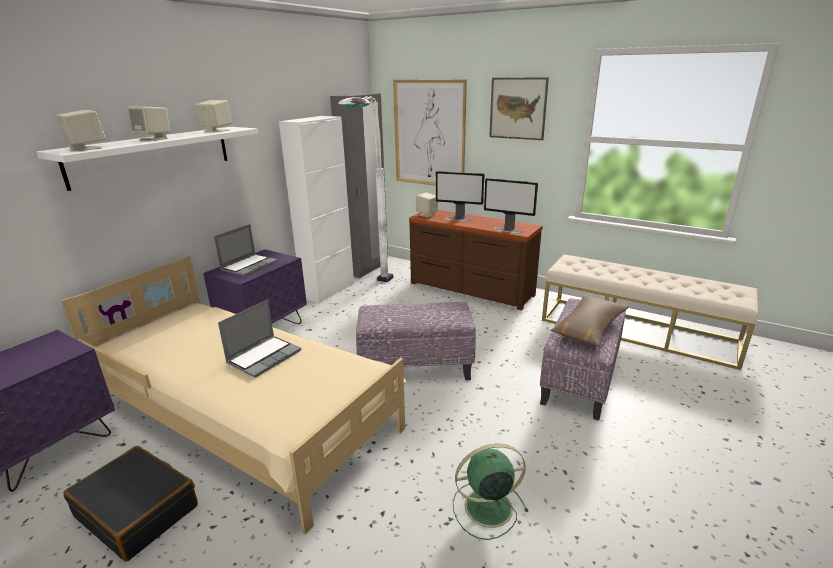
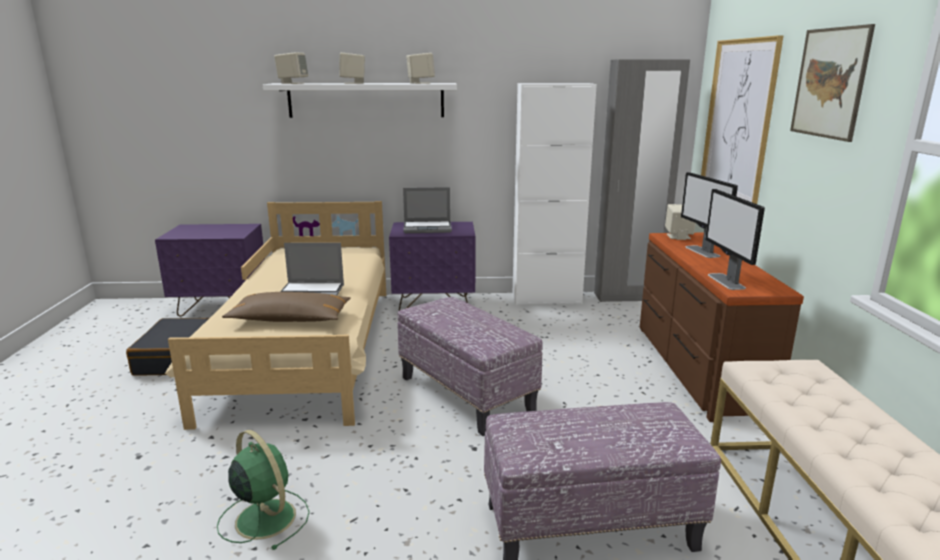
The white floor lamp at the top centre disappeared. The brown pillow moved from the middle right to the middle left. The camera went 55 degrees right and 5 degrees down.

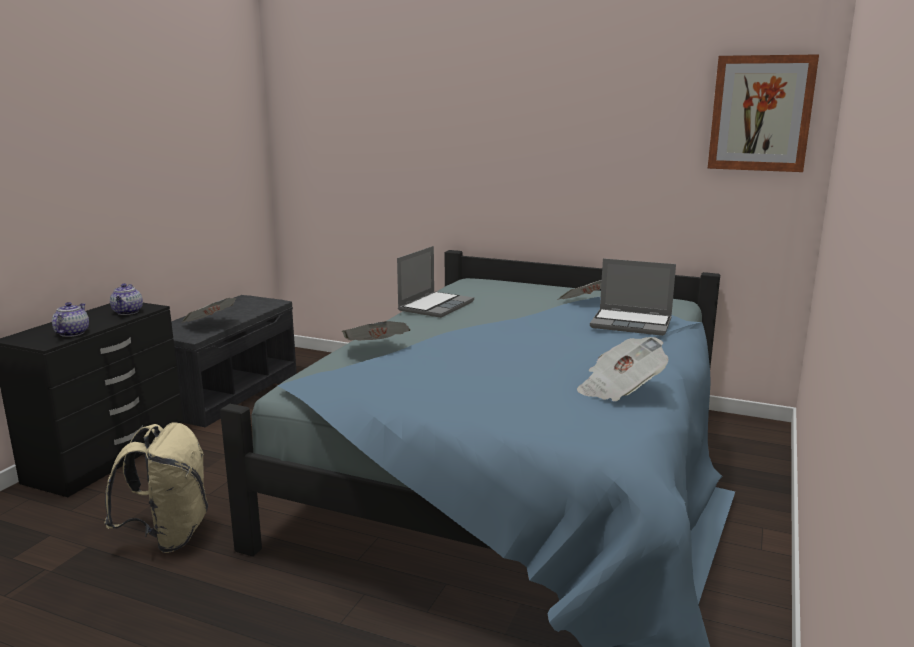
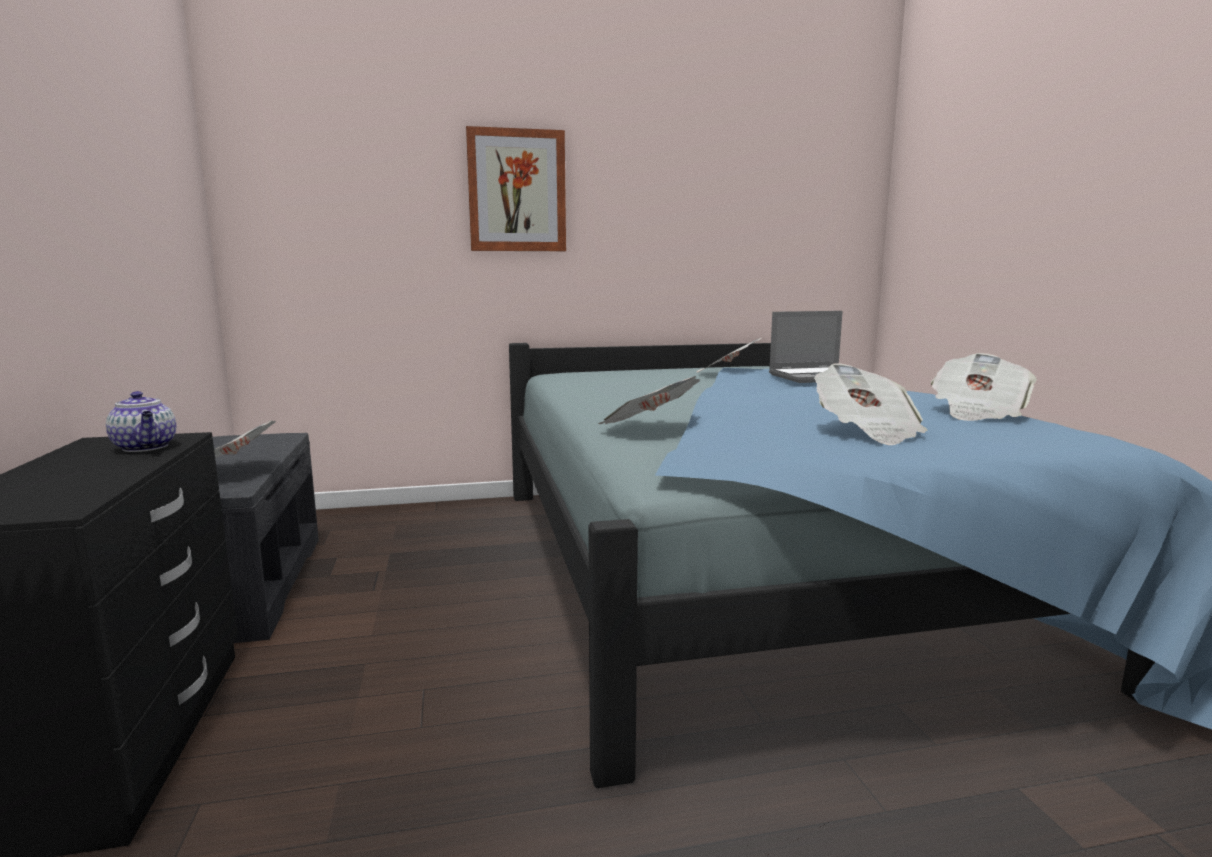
The teapot (1st from left) at the middle left disappeared. The beige backpack at the bottom left disappeared. The laptop (1st from left) at the centre disappeared. The newspaper (4th from left) at the middle right appeared. The picture moved from the top right to the top centre. The camera went 35 degrees left and 5 degrees down.

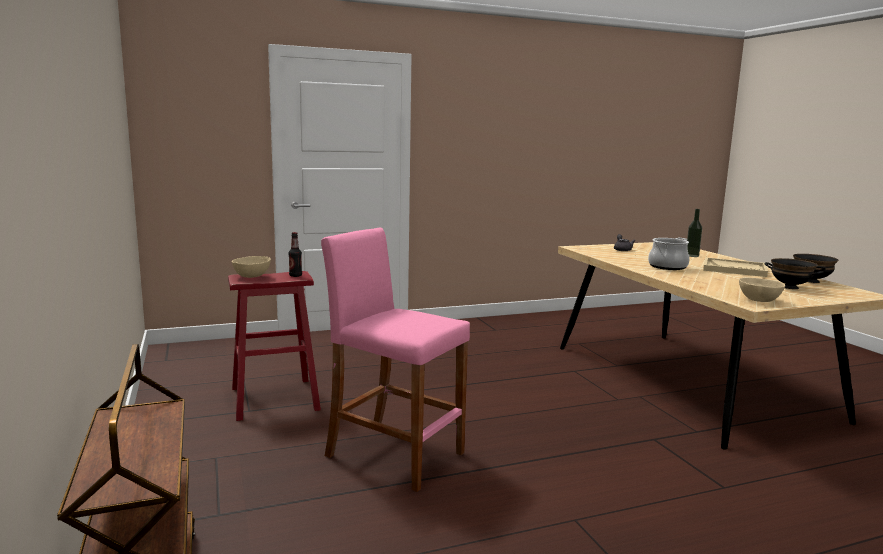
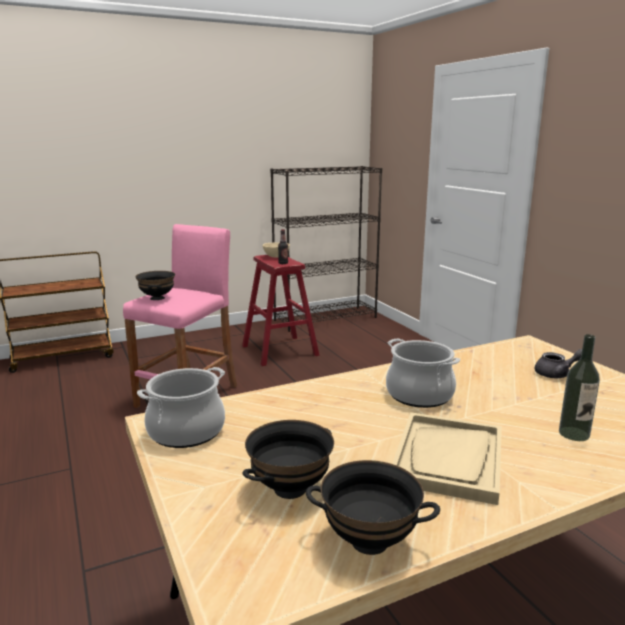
The black bowl (1st from left) at the middle left appeared. The black bookcase at the centre appeared. The beige bowl (2nd from left) at the middle right was replaced by the cooking pot (1st from left) at the middle left. The camera went 85 degrees right and 5 degrees up.

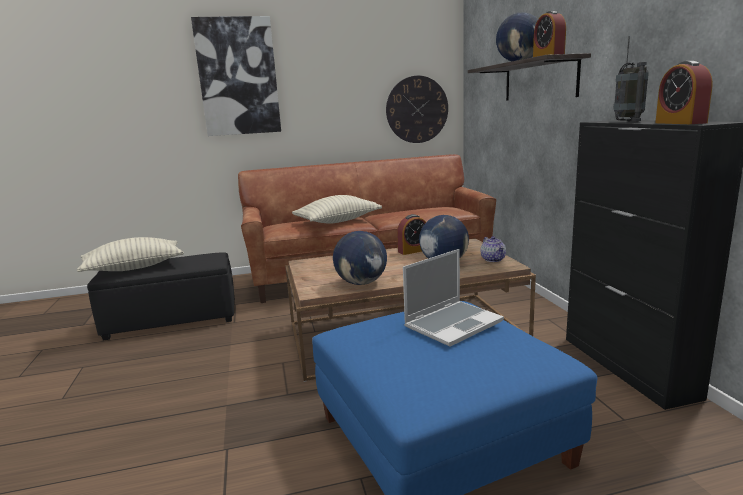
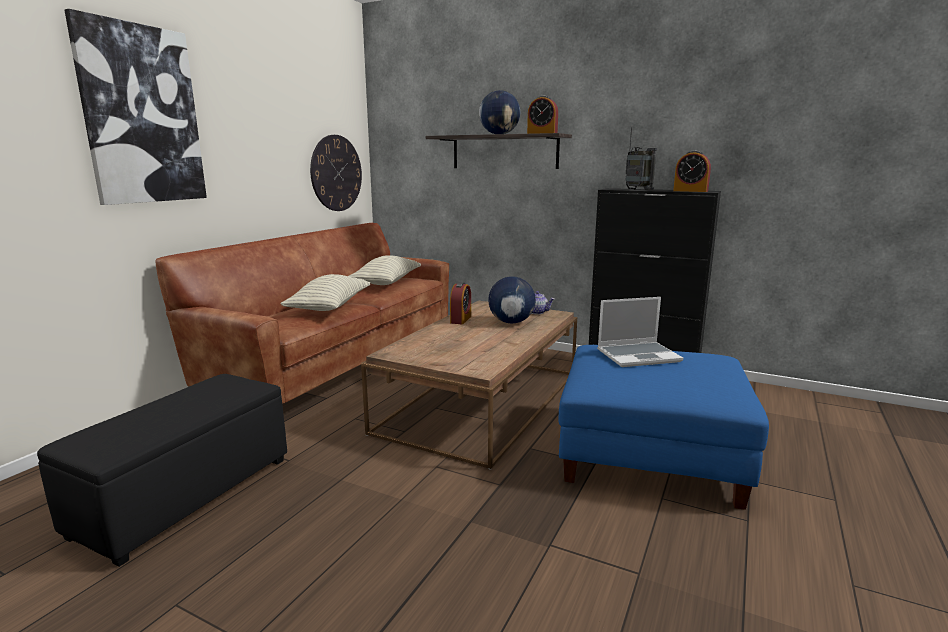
The globe (1st from left) at the centre disappeared. The pillow (1st from left in the first image) moved from the middle left to the centre. The laptop at the centre turned 75 degrees clockwise. The camera went 50 degrees left and 0 degrees up.

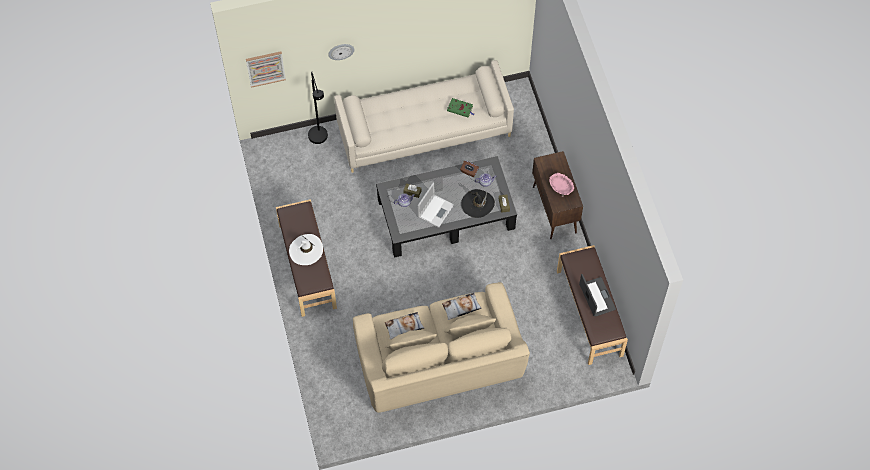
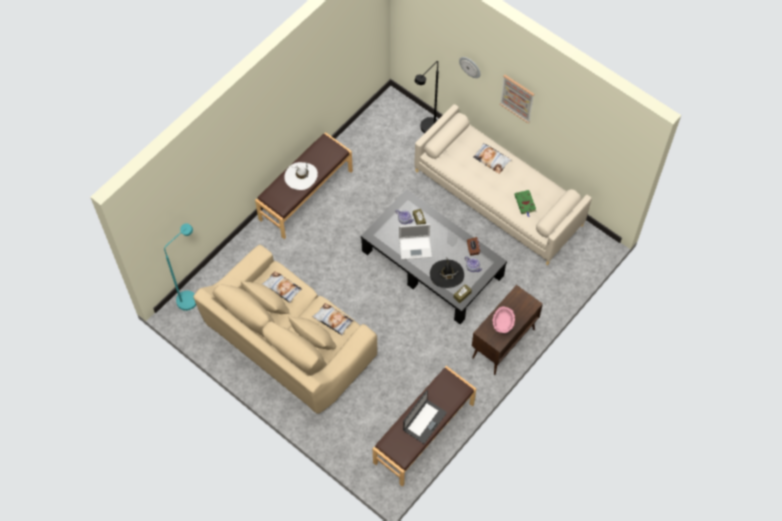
The turquoise floor lamp at the middle left appeared. The pillow (3rd from left) at the top centre appeared. The picture moved from the top left to the top centre. The camera went 55 degrees right and 0 degrees up.

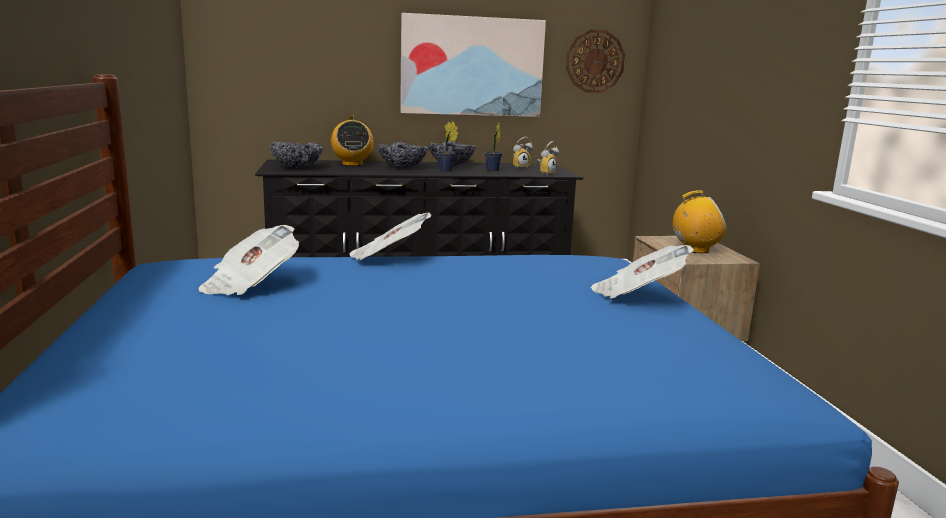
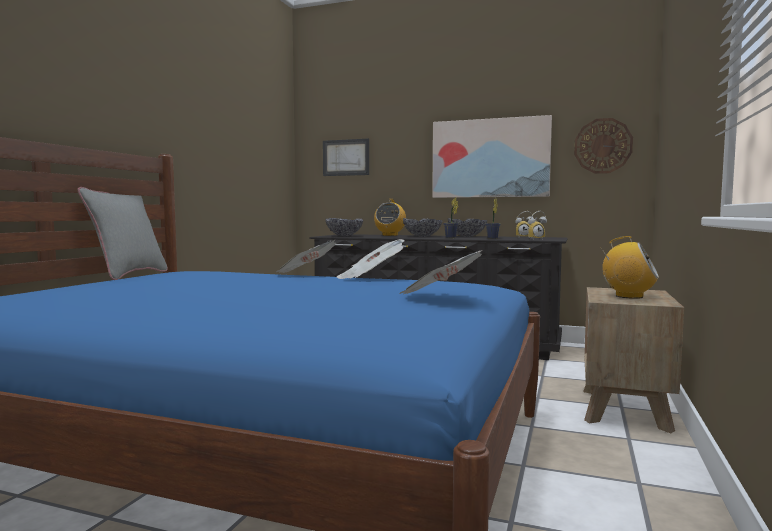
The grey pillow at the middle left appeared. The picture (1st from left) at the top centre appeared. The newspaper (1st from left in the first image) moved from the middle left to the centre. The camera went 30 degrees right and 10 degrees down.

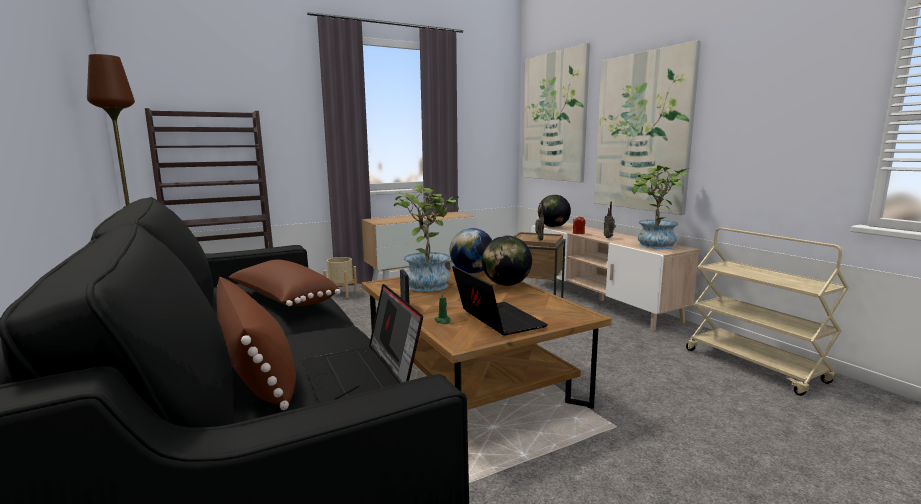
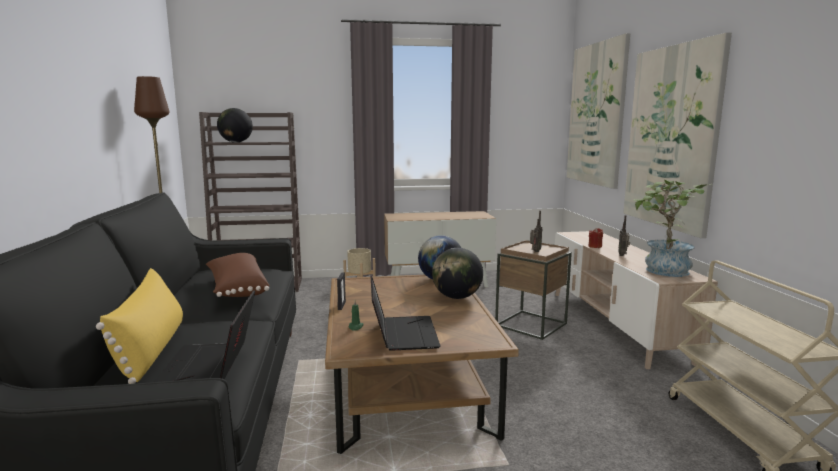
The potted plant (1st from left) at the centre disappeared. The globe (3rd from left in the first image) moved from the centre to the top left. The brown pillow (1st from left) at the bottom left became the yellow pillow at the bottom left. The camera went 20 degrees right and 0 degrees up.

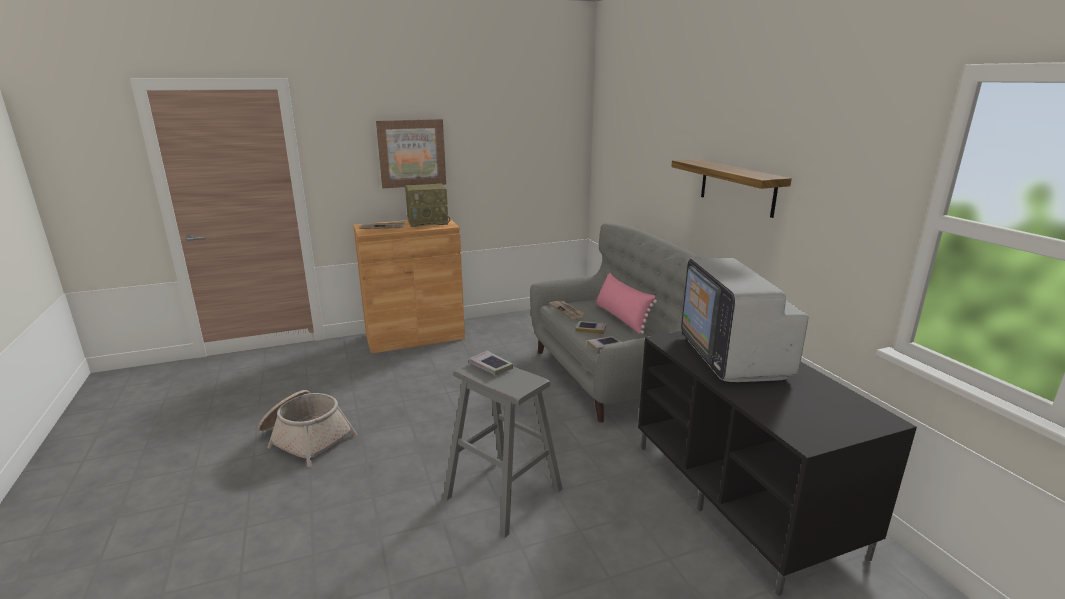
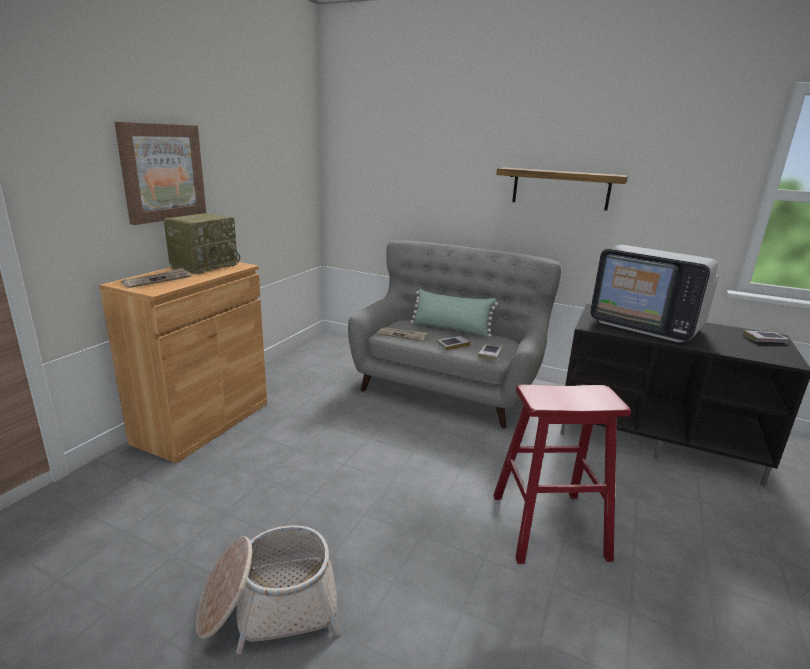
The book (1st from left in the first image) moved from the centre to the middle right. The grey stool at the bottom centre became the red stool at the bottom right. The pink pillow at the centre became the green pillow at the centre. The camera went 45 degrees left and 0 degrees up.

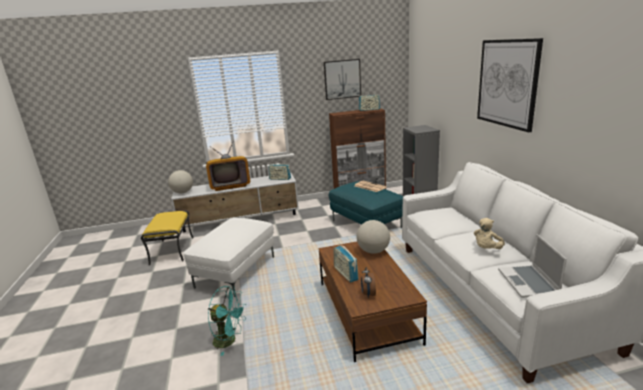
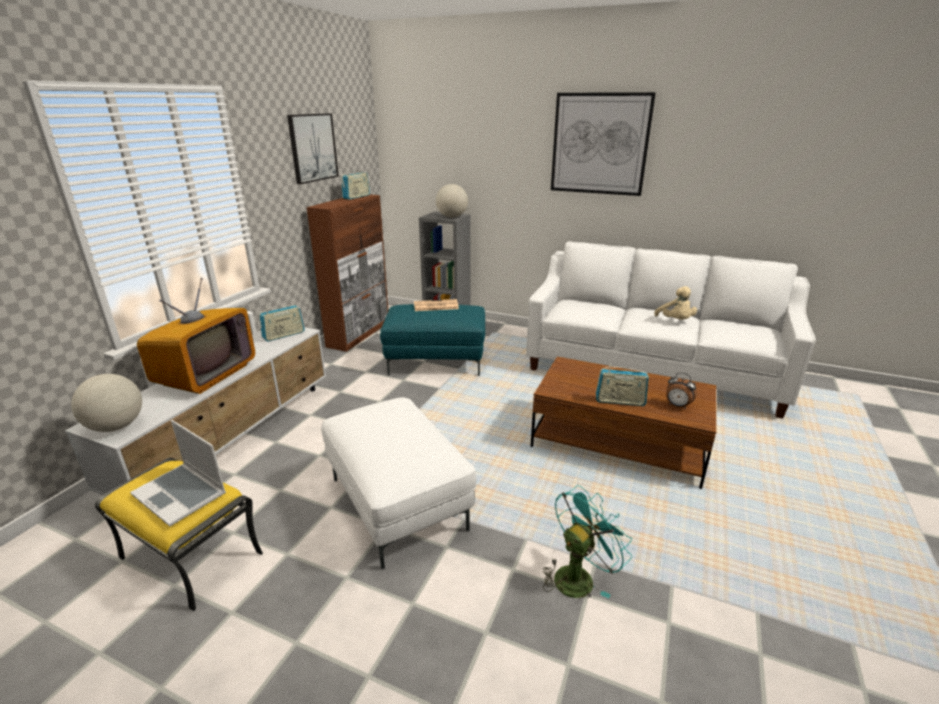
The globe (2nd from left) moved from the centre to the top centre. The laptop moved from the bottom right to the bottom left. The camera went 55 degrees left and 5 degrees up.

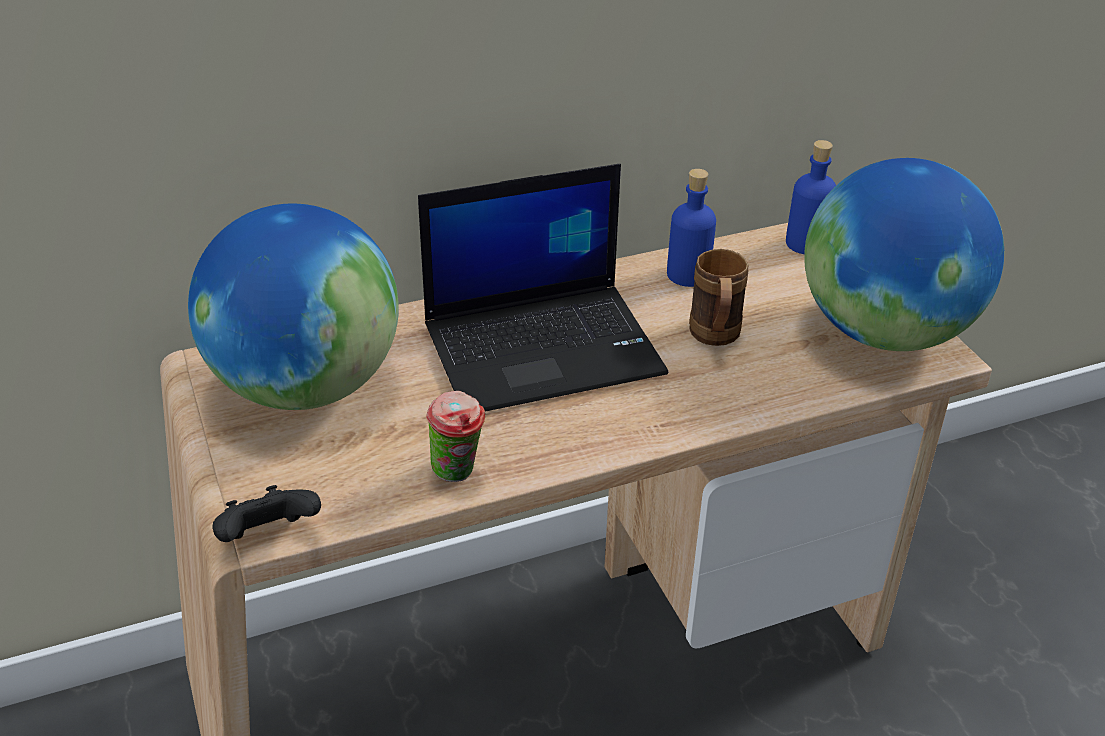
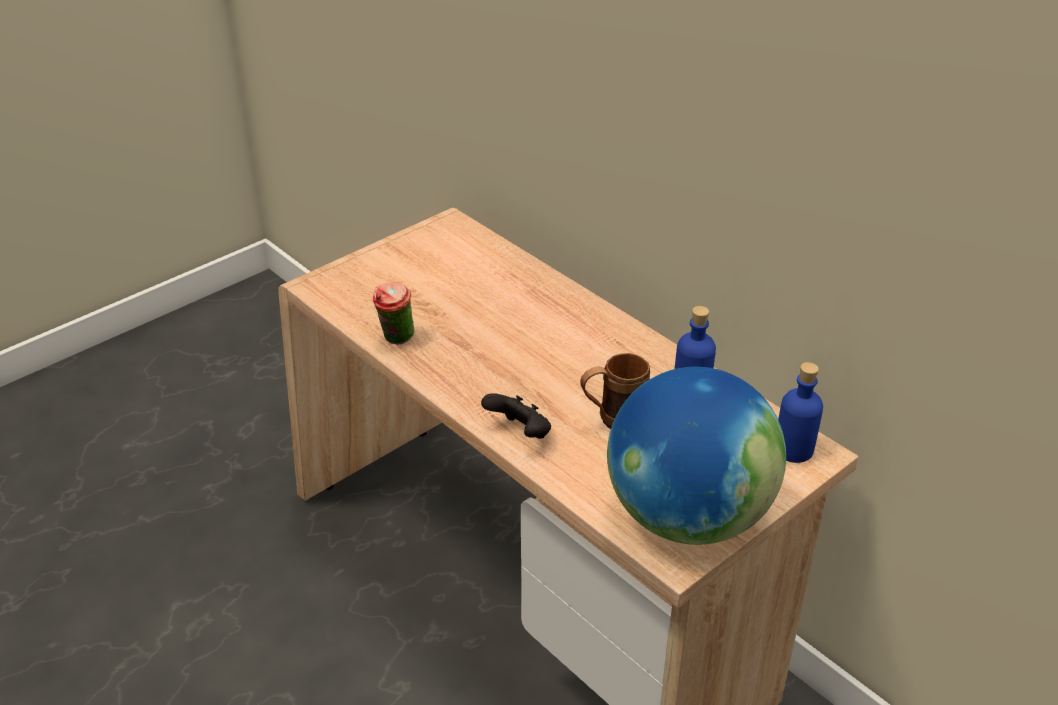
The globe (1st from left) at the middle left disappeared. The laptop at the centre disappeared. The black game controller moved from the bottom left to the centre. The camera went 70 degrees right and 0 degrees up.

